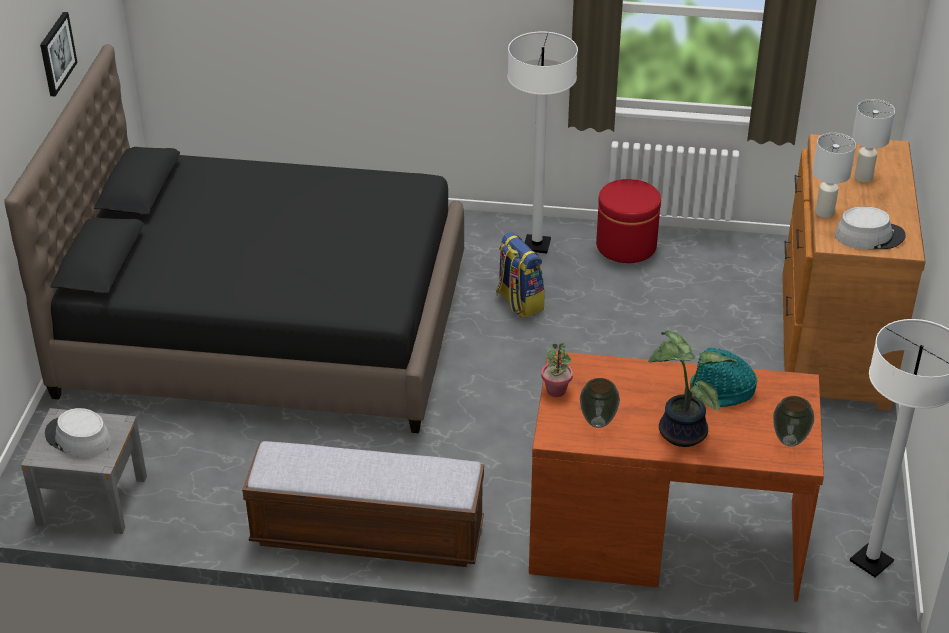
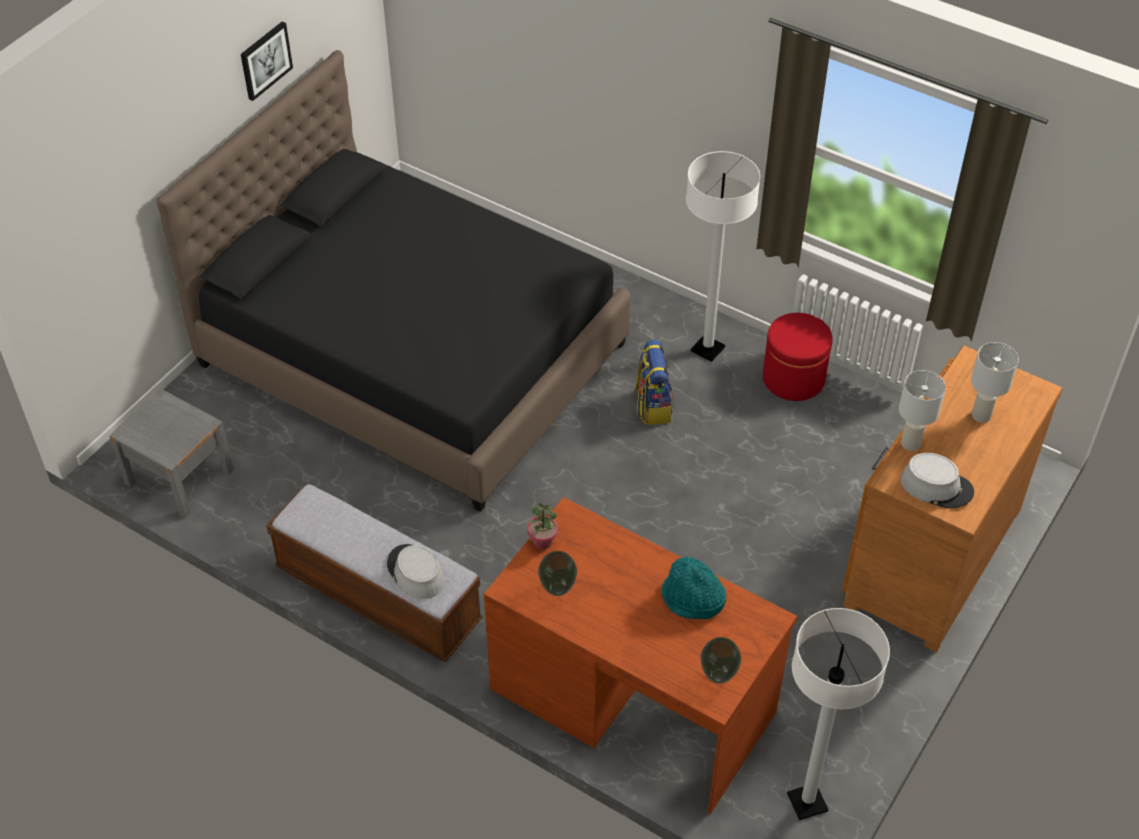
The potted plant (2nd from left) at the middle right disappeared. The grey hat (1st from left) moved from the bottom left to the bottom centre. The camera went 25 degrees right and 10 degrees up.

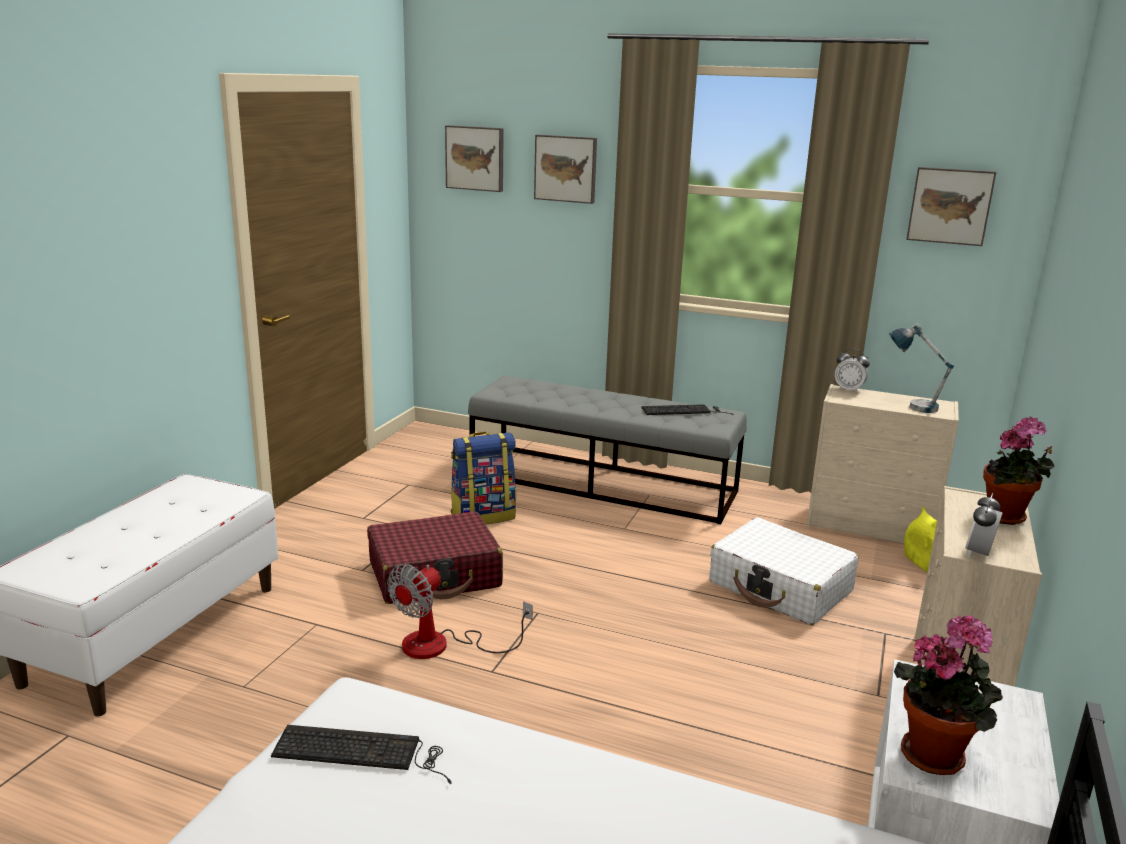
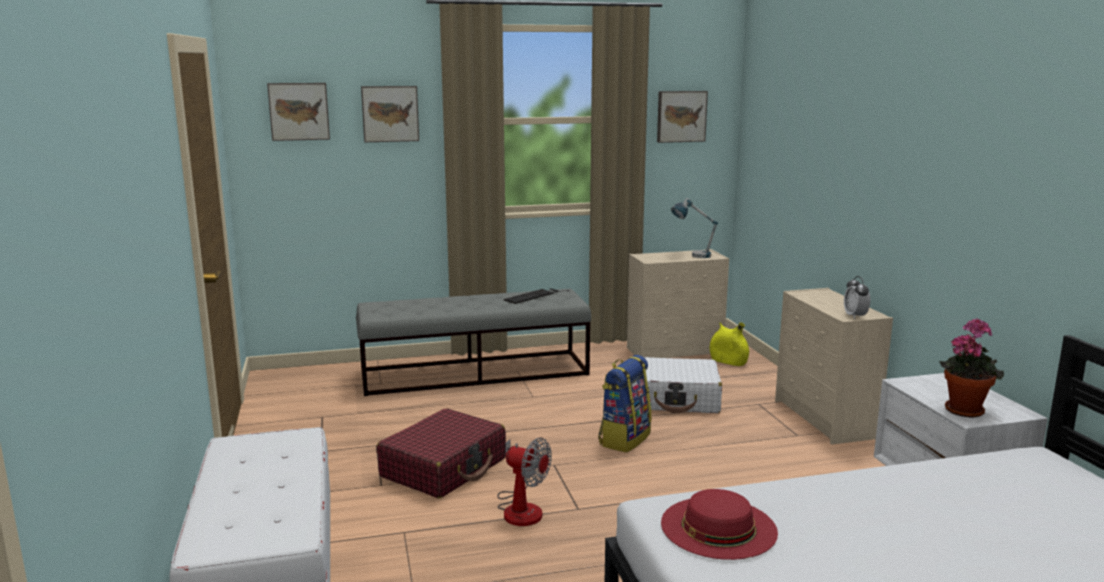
The alarm clock (1st from left) at the middle right disappeared. The potted plant (2nd from left) at the middle right disappeared. The backpack moved from the centre to the bottom centre. The keyboard (1st from left) at the bottom left was replaced by the red hat at the bottom centre. The fan at the bottom centre turned 60 degrees counterclockwise. The camera went 35 degrees left and 5 degrees down.

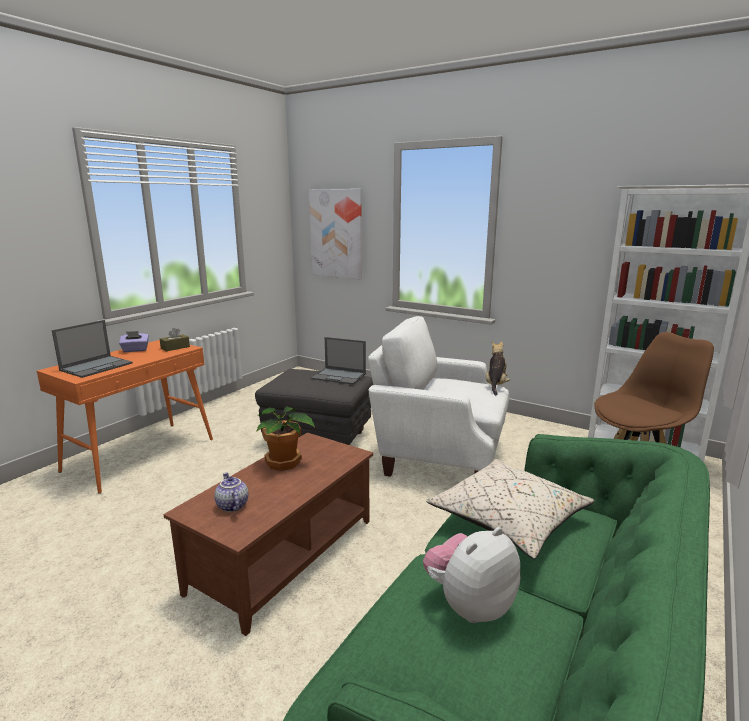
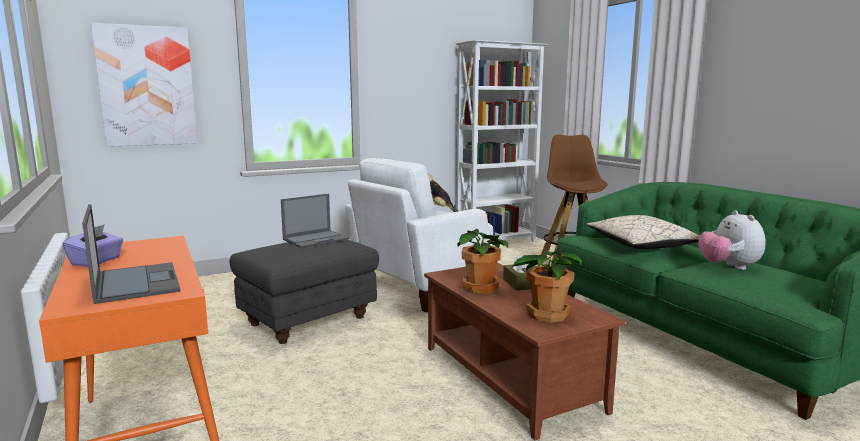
The brown tissue box moved from the middle left to the centre. The teapot at the bottom left was replaced by the potted plant (2nd from left) at the centre. The camera went 60 degrees left and 5 degrees down.

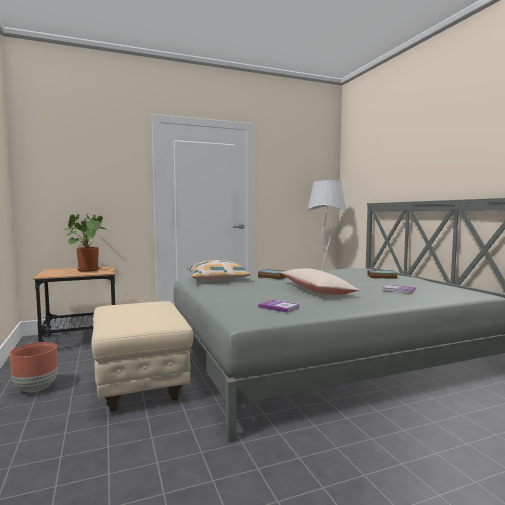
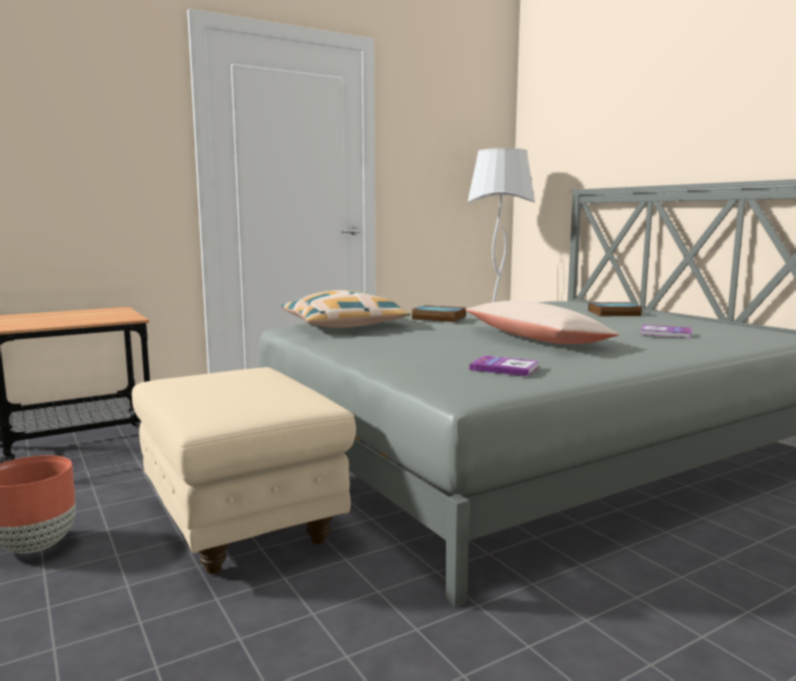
The potted plant at the middle left disappeared. The camera went 10 degrees left and 5 degrees up.

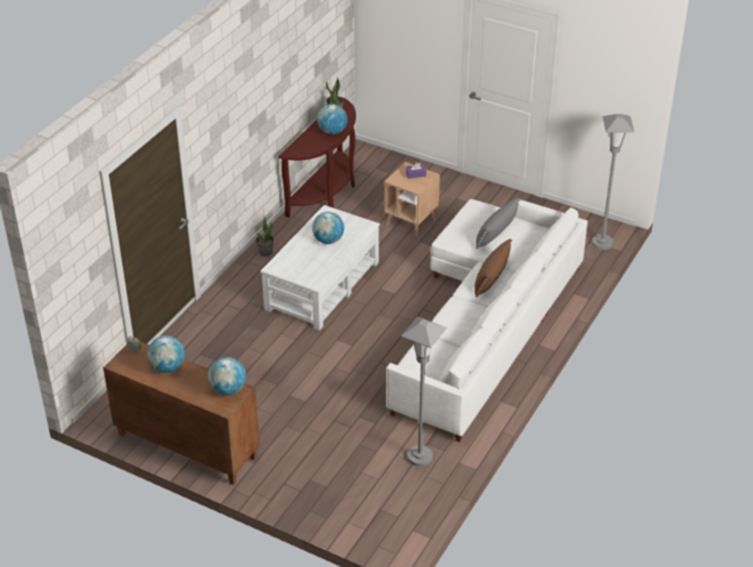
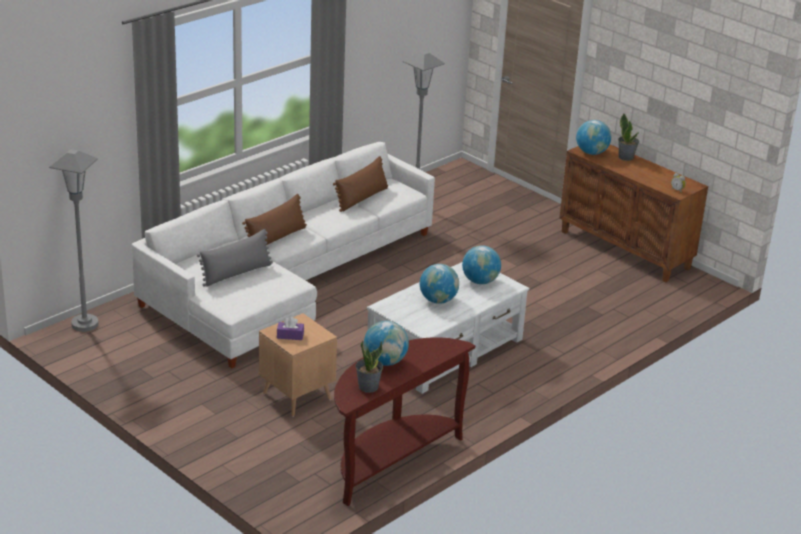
The brown pillow (2nd from left) at the centre appeared. The globe (1st from left in the first image) moved from the middle left to the centre. The potted plant (1st from left in the first image) moved from the centre to the top right. The camera went 165 degrees left and 10 degrees down.

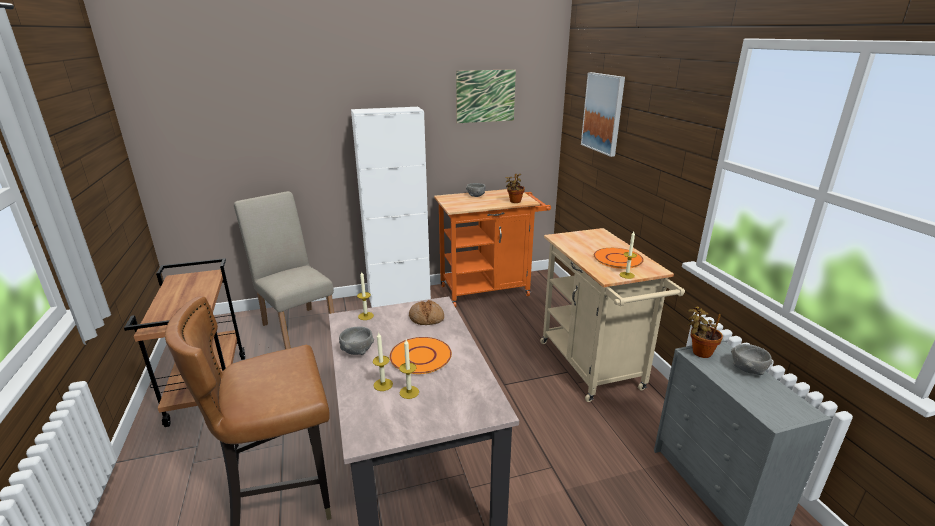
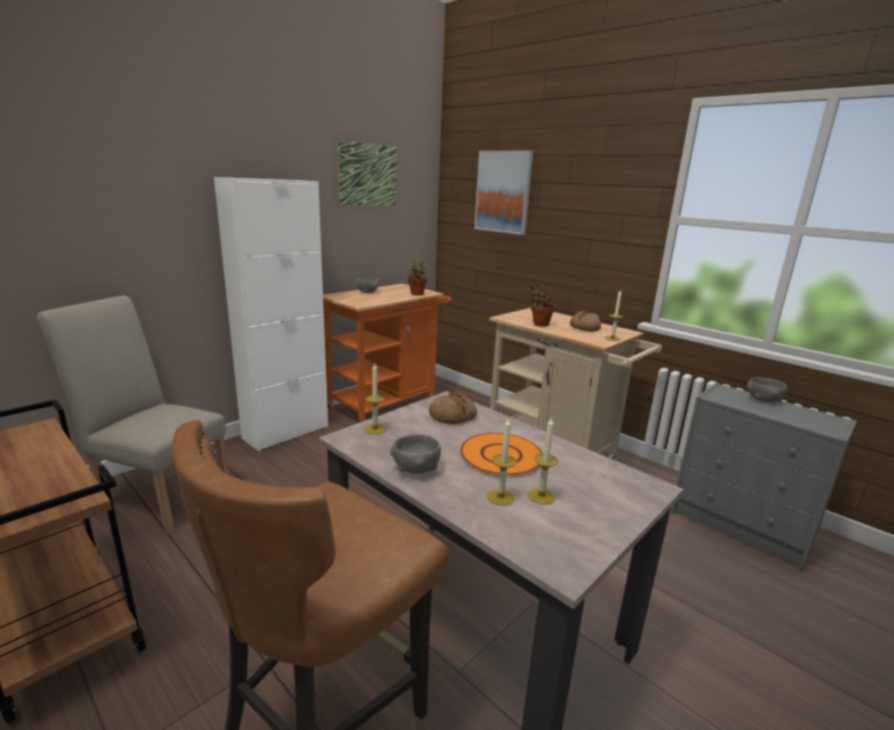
The potted plant (2nd from left) moved from the middle right to the centre. The orange plate (2nd from left) at the centre was replaced by the bread (2nd from left) at the centre. The camera went 30 degrees left and 5 degrees down.

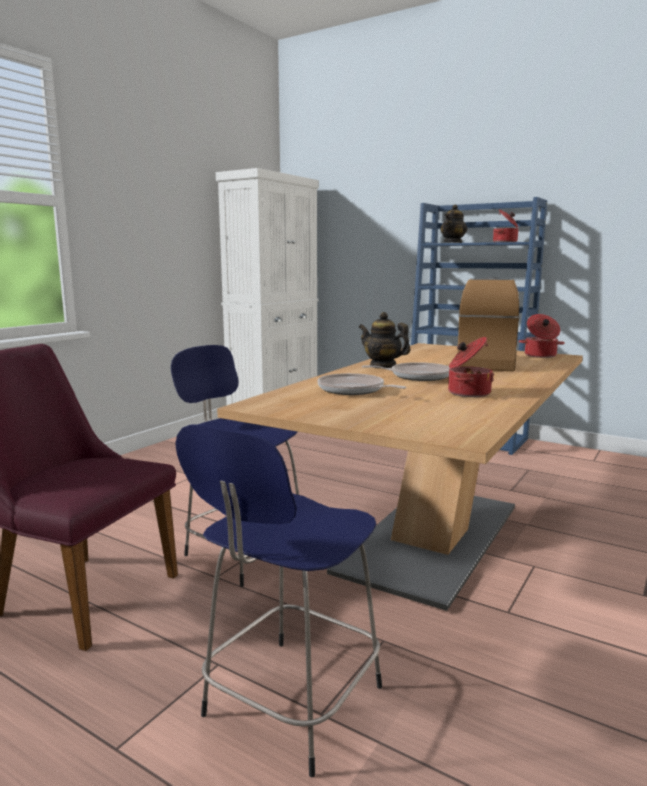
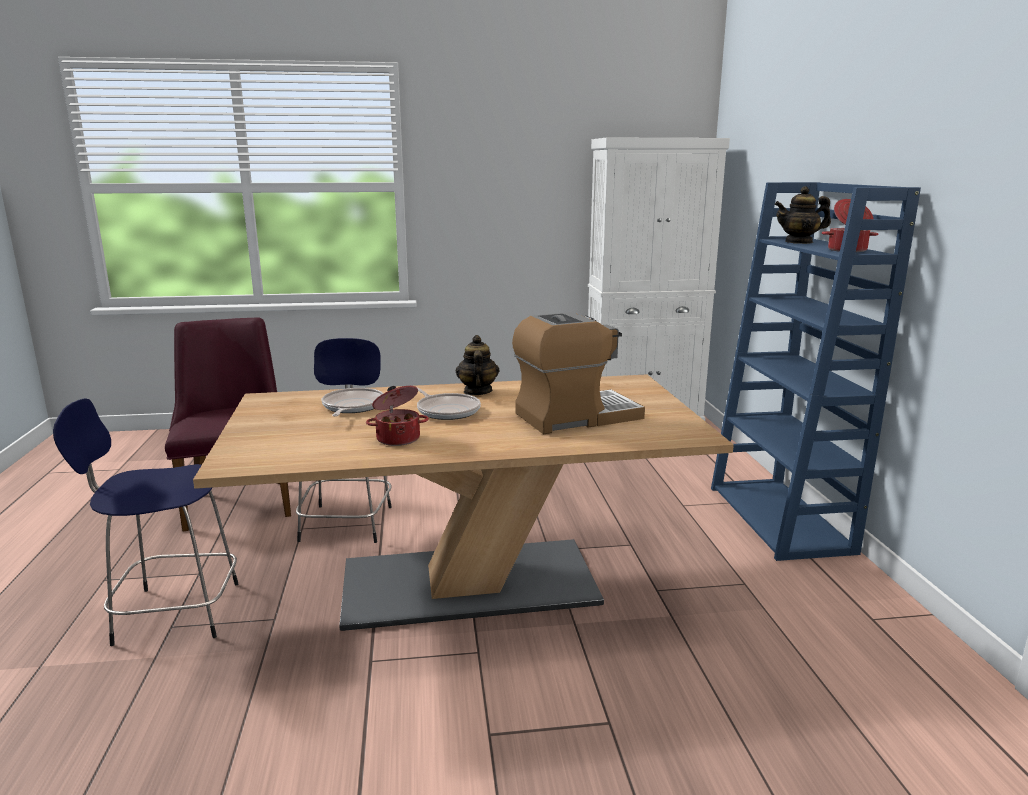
The cooking pot (3rd from left) at the middle right disappeared. The camera went 50 degrees right and 5 degrees up.

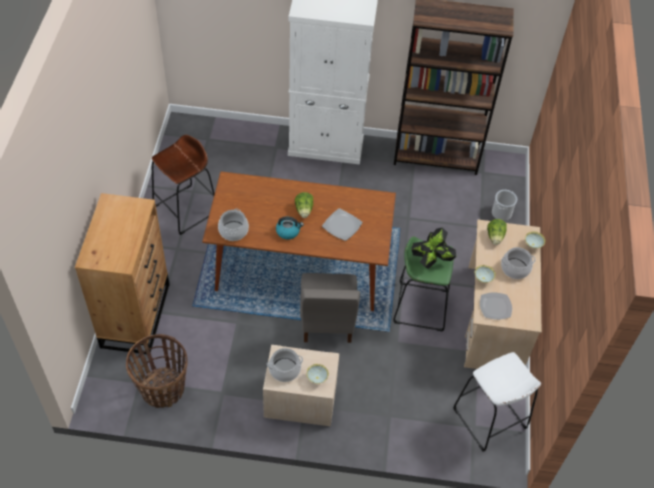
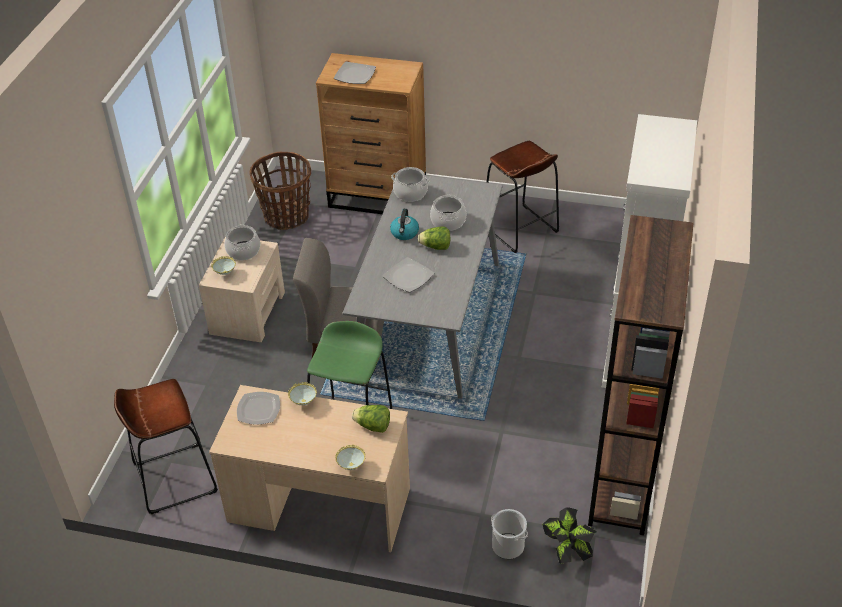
The plate (2nd from left) at the top centre appeared. The potted plant moved from the centre to the bottom right. The cooking pot (3rd from left) moved from the middle right to the centre. The brown dining table at the centre became the grey dining table at the centre. The white stool at the bottom right became the brown stool (1st from left) at the bottom left. The camera went 100 degrees right and 10 degrees down.

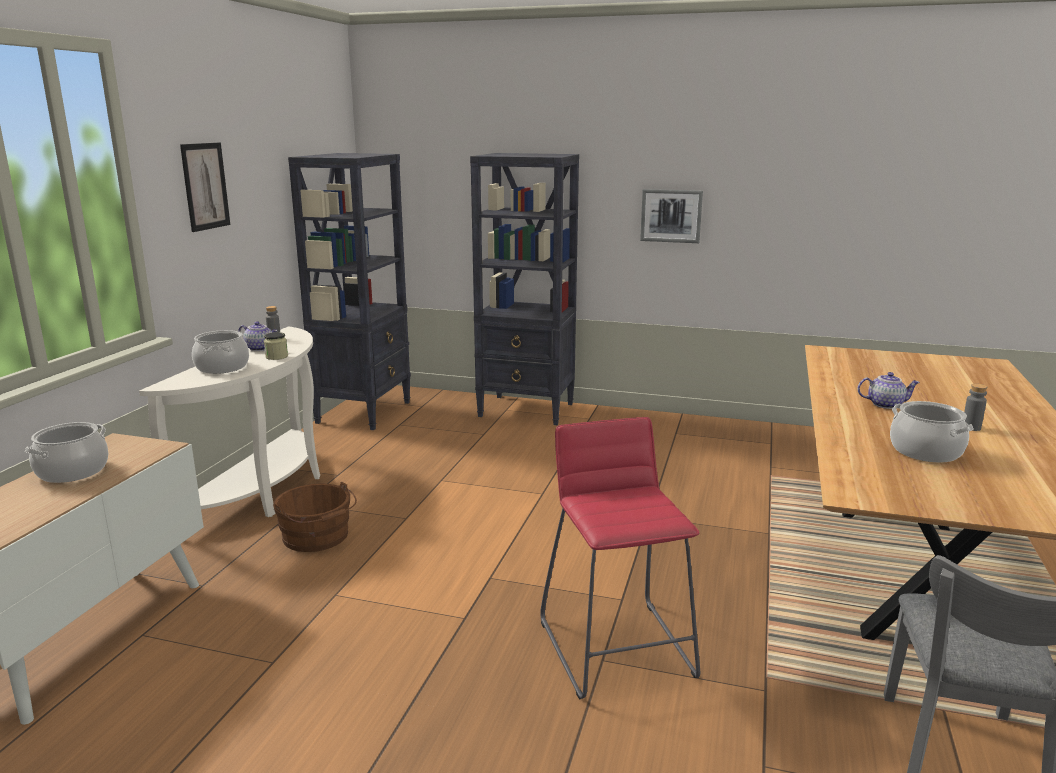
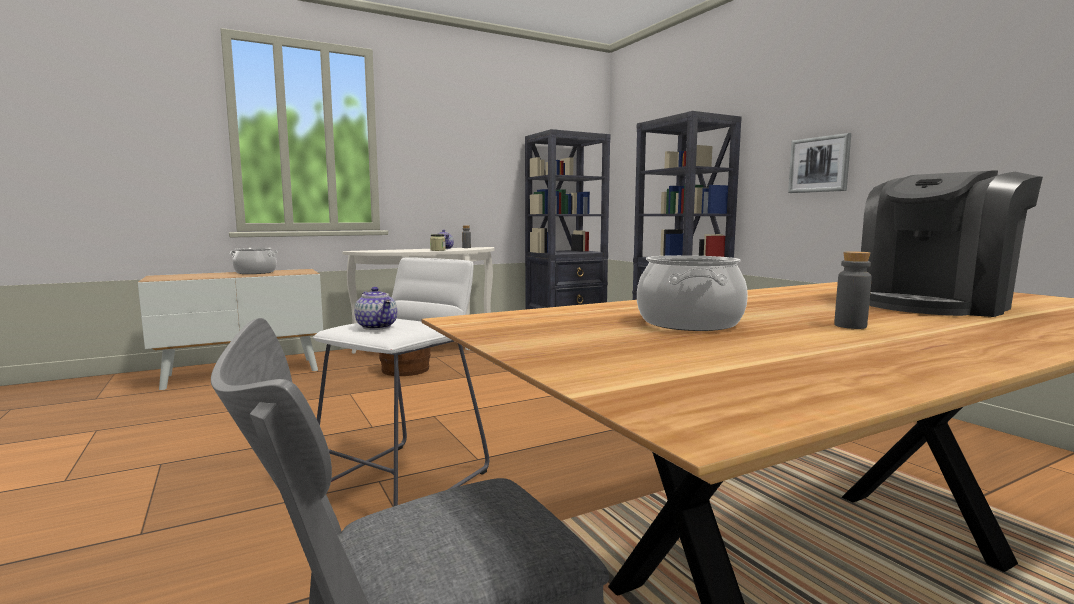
The picture (1st from left) at the top left disappeared. The cooking pot (2nd from left) at the middle left disappeared. The coffee machine at the middle right appeared. The teapot (2nd from left in the first image) moved from the middle right to the centre. The red stool at the bottom centre became the white stool at the centre. The camera went 45 degrees right and 10 degrees down.

